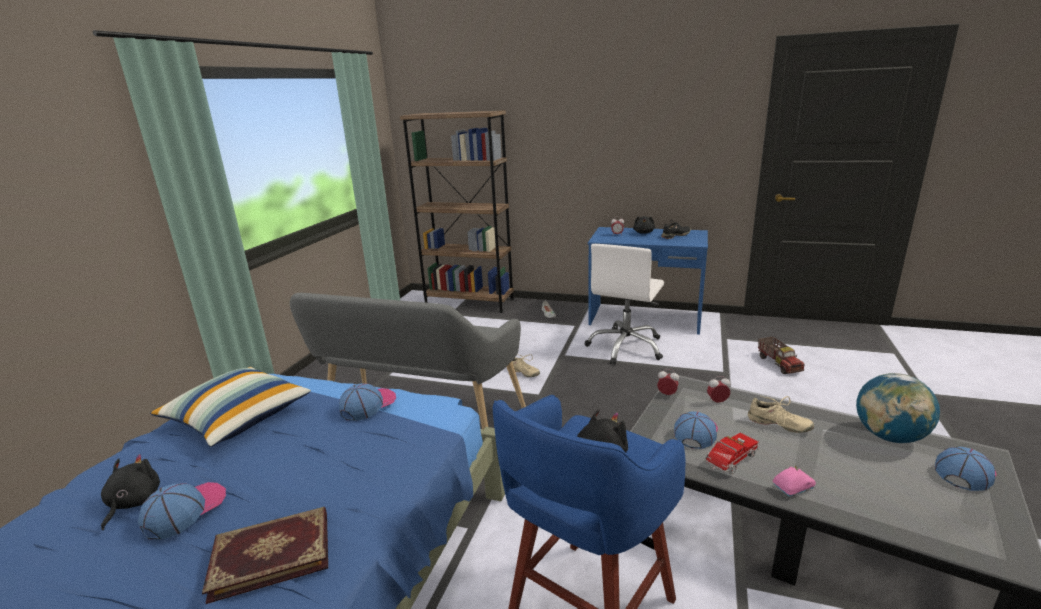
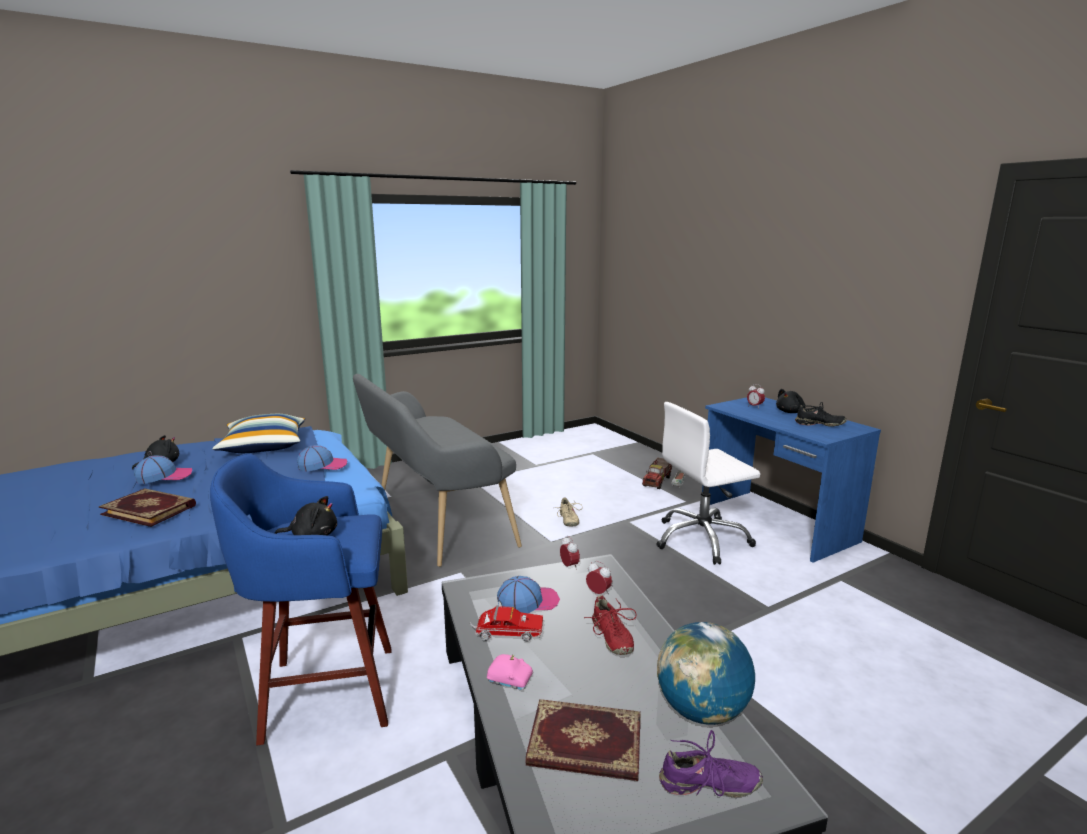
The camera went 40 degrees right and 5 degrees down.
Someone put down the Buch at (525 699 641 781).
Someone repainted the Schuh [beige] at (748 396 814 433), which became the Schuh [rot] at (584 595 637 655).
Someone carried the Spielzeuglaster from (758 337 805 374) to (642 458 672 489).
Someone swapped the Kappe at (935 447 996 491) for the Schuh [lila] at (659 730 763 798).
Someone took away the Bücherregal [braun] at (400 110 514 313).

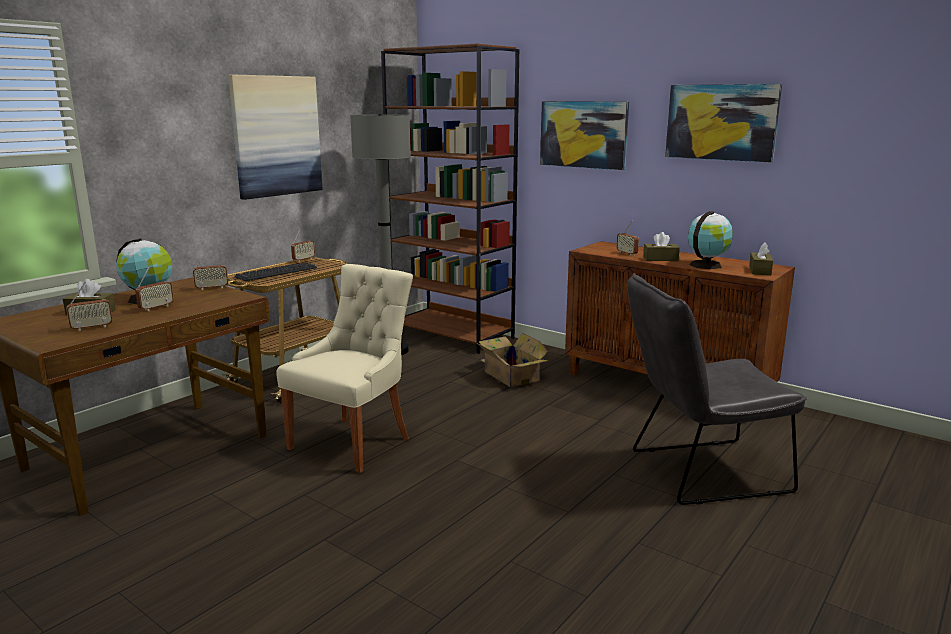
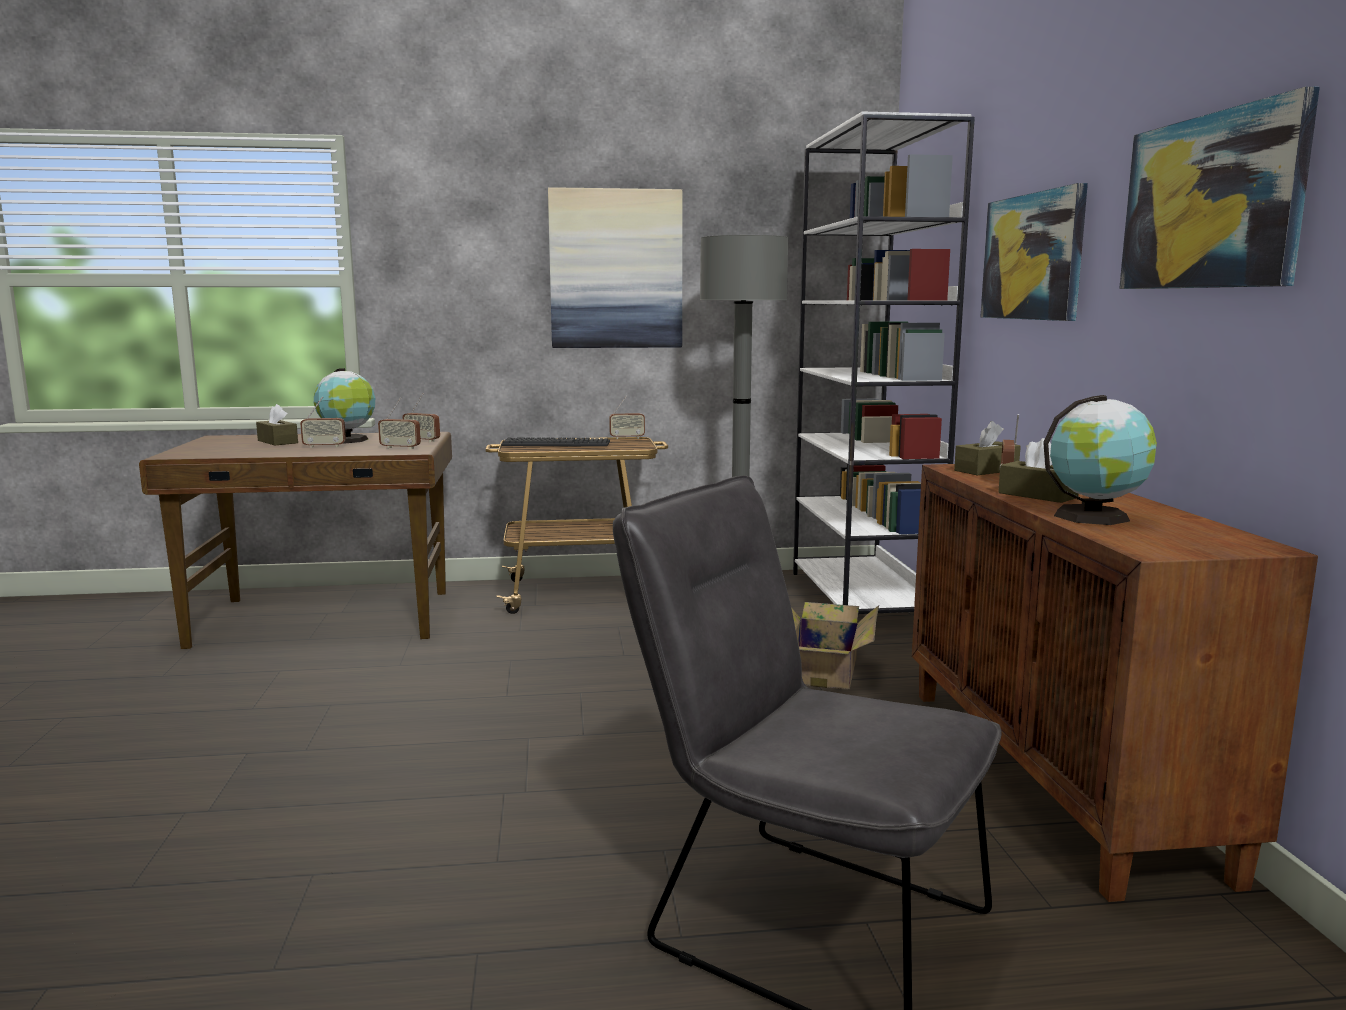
The camera went 45 degrees right and 5 degrees down.
Someone carried the Radio from (66 282 113 331) to (378 398 421 450).
Someone repainted the Bücherregal [braun] at (381 43 519 354), which became the Bücherregal [weiß] at (793 111 975 614).
Someone carried the Taschentuchbox [braun] from (749 243 773 275) to (954 421 1021 475).
Someone took away the Stuhl [beige] at (276 264 413 473).

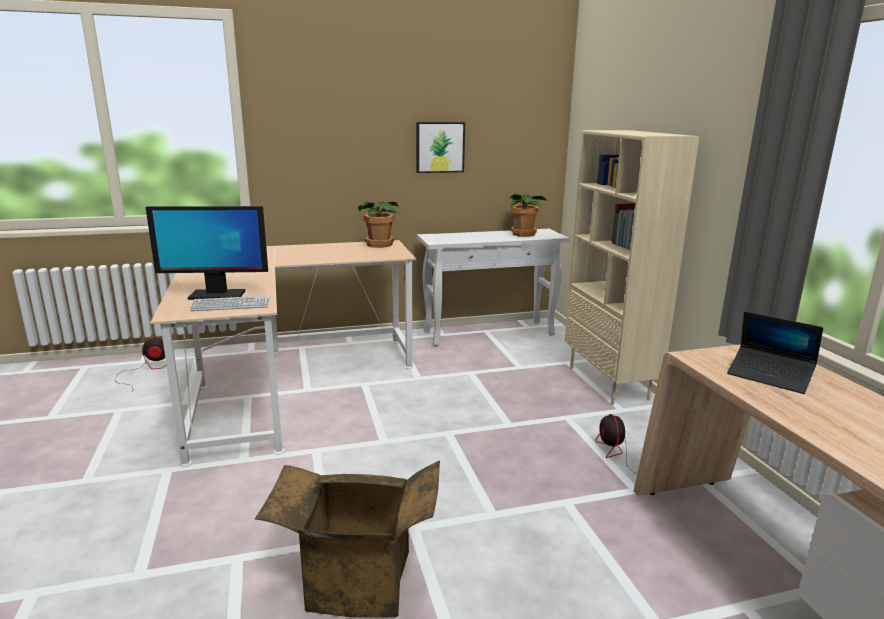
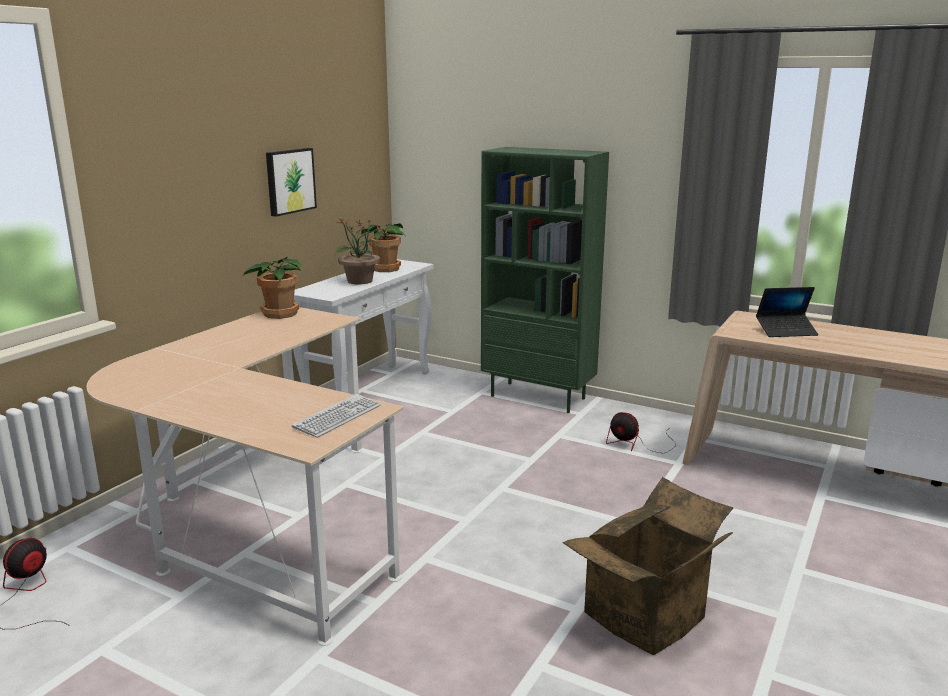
The camera went 45 degrees left and 0 degrees up.
Someone put down the Topfpflanze at (334 218 387 284).
Someone repainted the Bücherregal [beige] at (565 130 700 405), which became the Bücherregal [grün] at (481 147 609 413).
Someone took away the Monitor at (146 206 268 300).

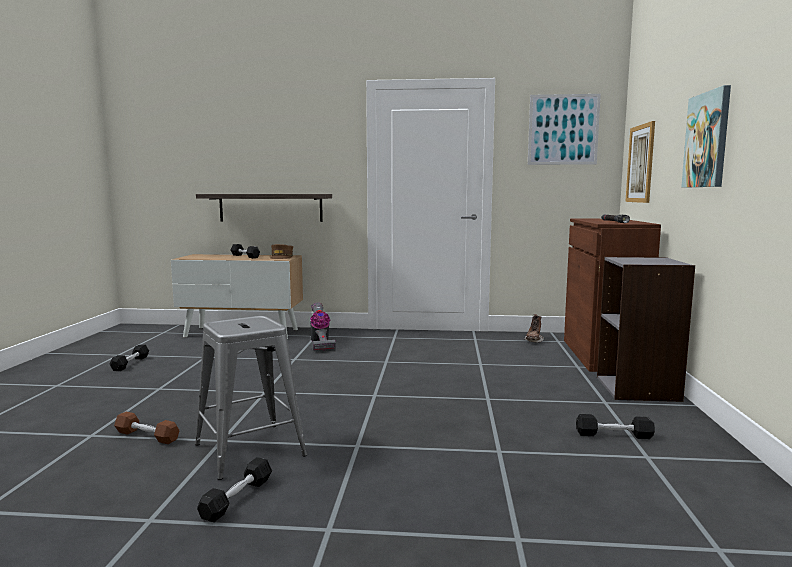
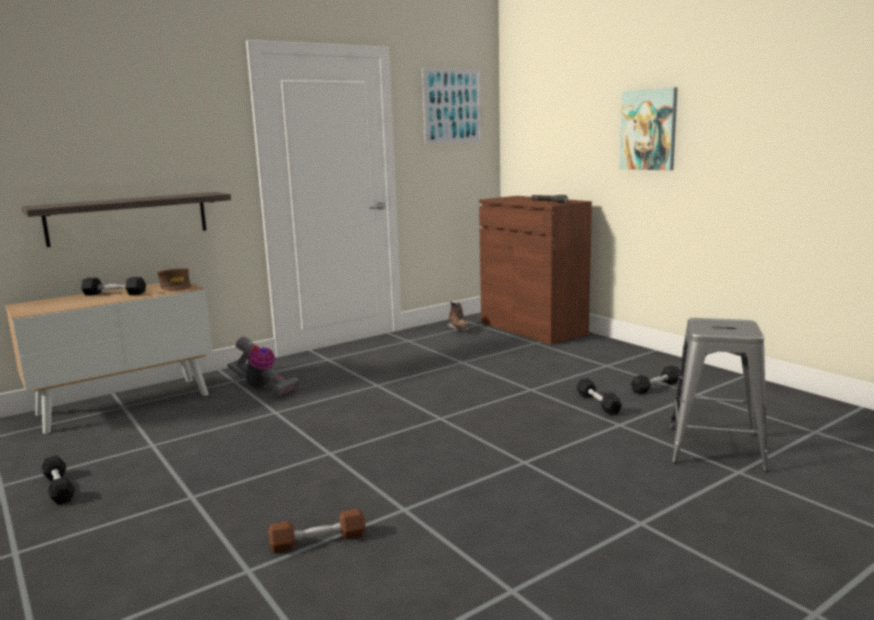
The camera went 40 degrees left and 5 degrees up.
Someone carried the Hantel [schwarz] from (197 457 272 522) to (576 378 622 415).
Someone carried the Hocker [grau] from (195 316 307 480) to (670 318 769 472).
Someone took away the Bücherregal [grau] at (597 257 695 402).
Someone took away the Bild at (625 121 655 203).

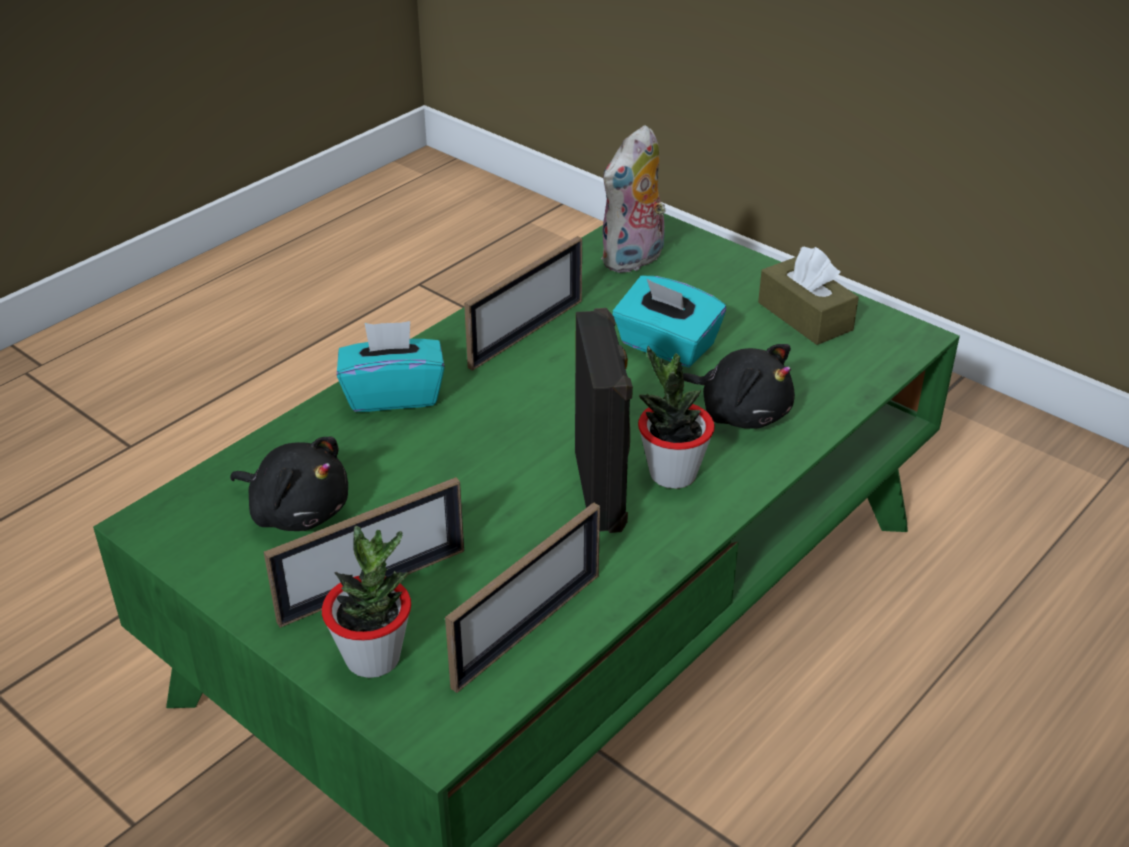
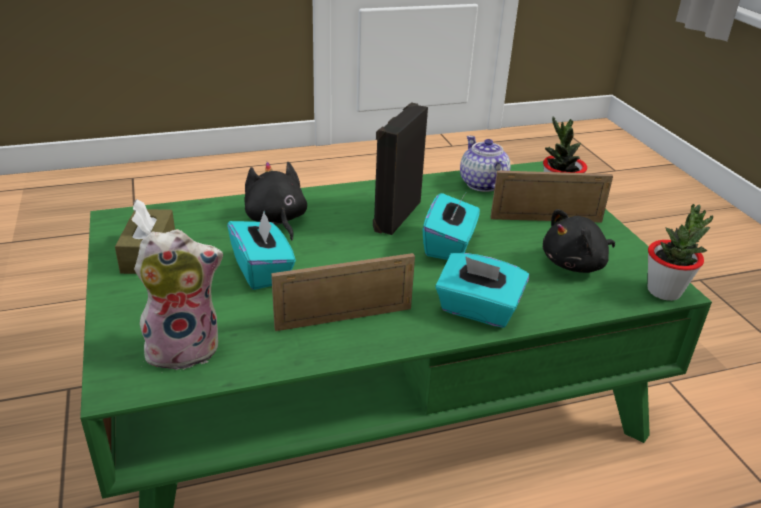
The camera went 150 degrees left and 5 degrees down.
Someone put down the Taschentuchbox [türkis] at (423 193 480 260).
Someone swapped the Bilderrahmen at (445 502 600 693) for the Teekanne at (460 136 511 192).
Someone rotated the Plüschtier [schwarz] at (230 437 348 531) by 90 degrees counterclockwise.
Someone carried the Topfpflanze from (638 346 715 489) to (648 204 713 301).

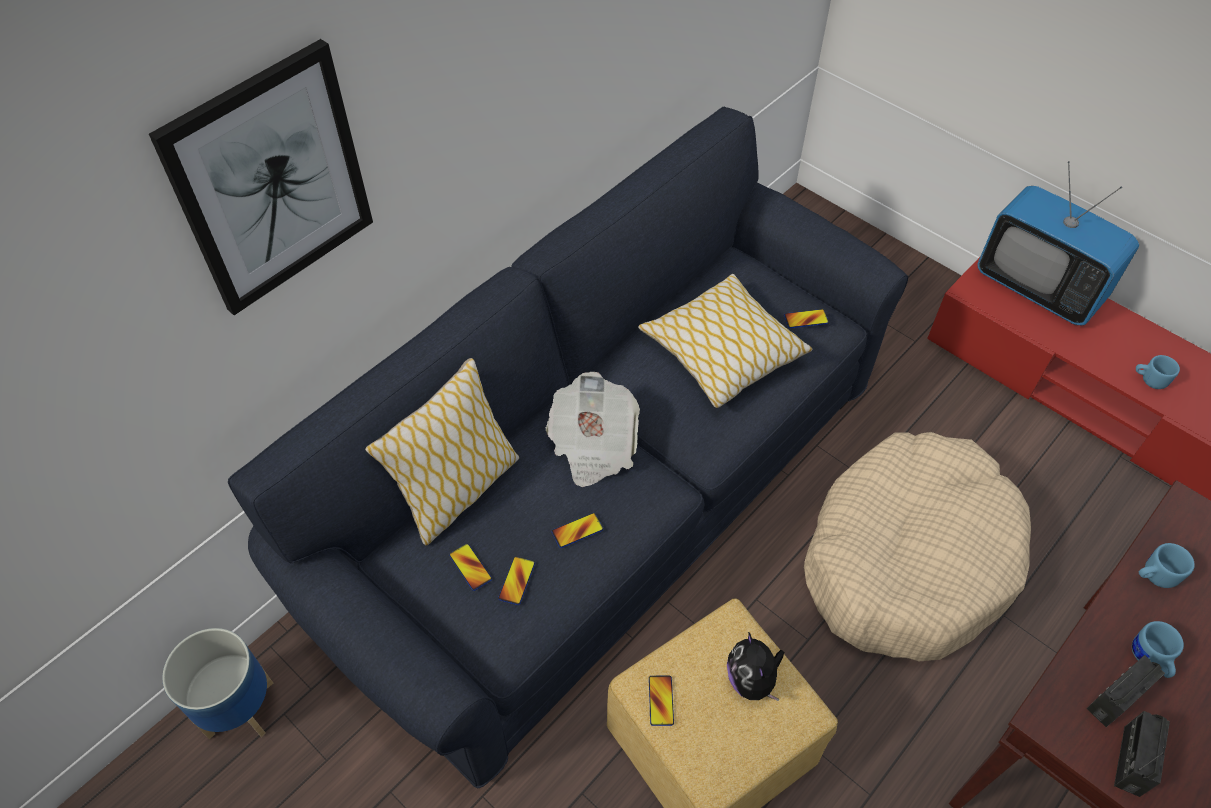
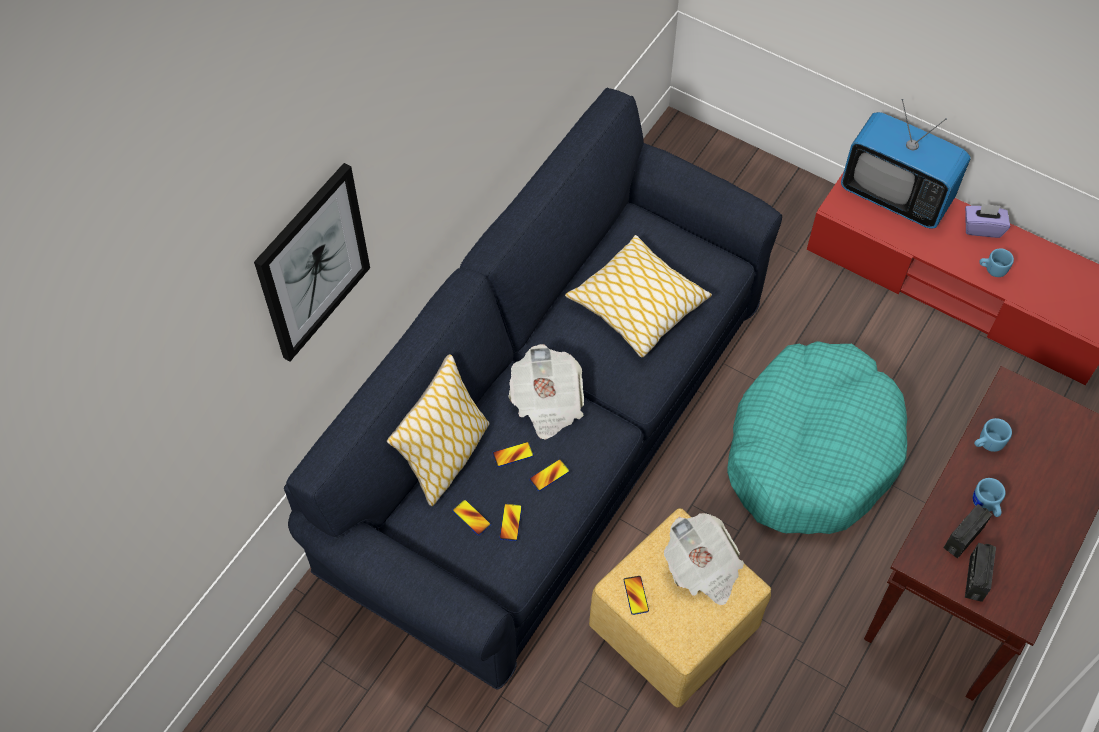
The camera went 10 degrees left and 5 degrees up.
Someone carried the Handy from (784 309 829 328) to (492 442 534 467).
Someone swapped the Plüschtier at (727 632 784 701) for the Zeitung at (664 513 744 605).
Someone repainted the Hundebett [beige] at (804 432 1031 661), which became the Hundebett [türkis] at (727 341 907 534).
Someone put down the Taschentuchbox [lila] at (965 203 1010 238).
Someone took away the Pflanzkübel at (162 628 273 739).

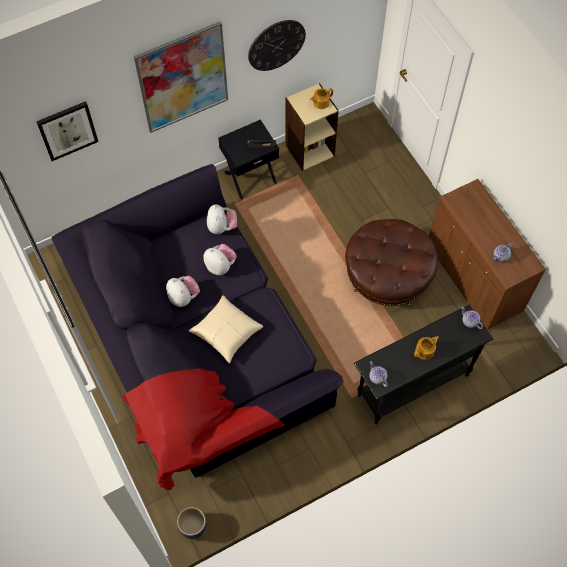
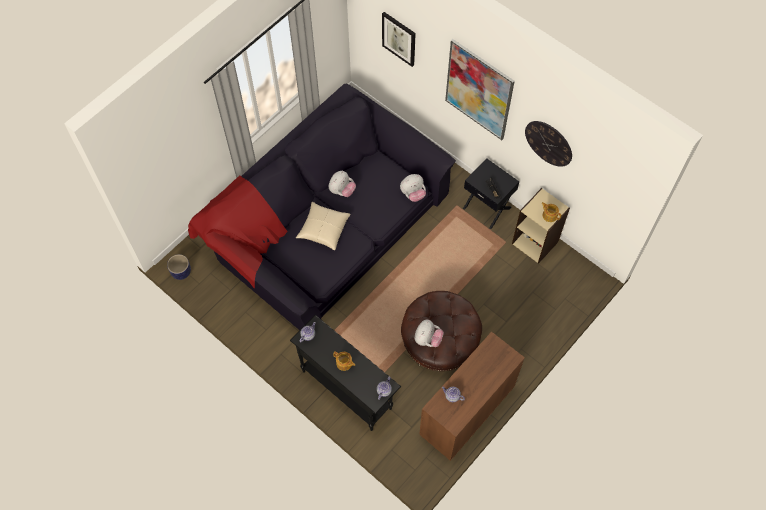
The camera went 70 degrees right and 0 degrees up.
Someone carried the Plüschtier from (204 244 237 275) to (415 320 444 347).

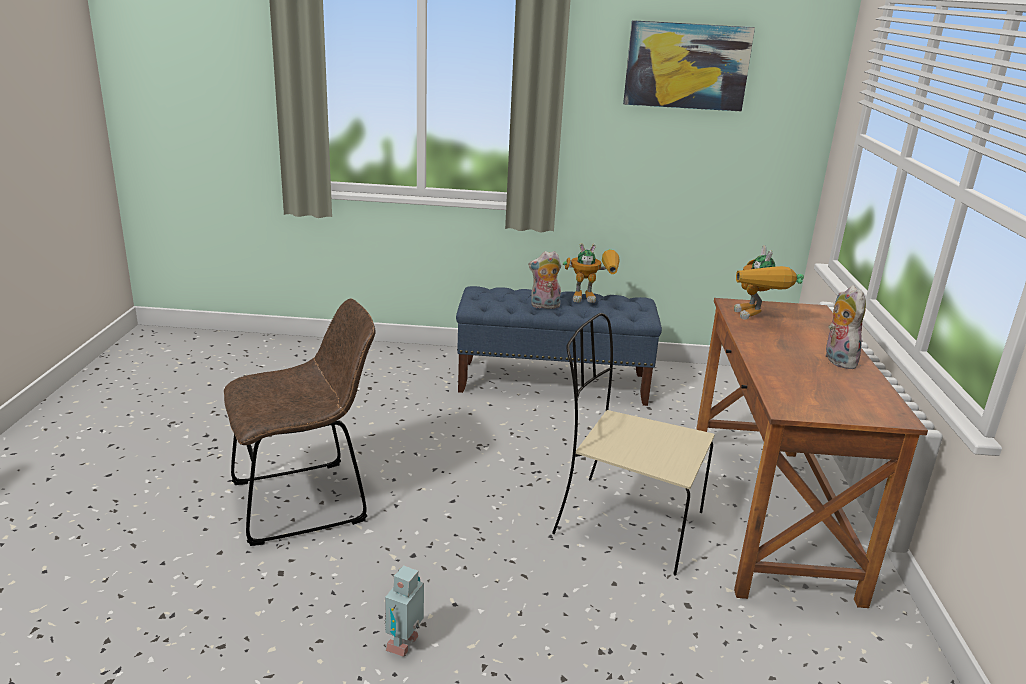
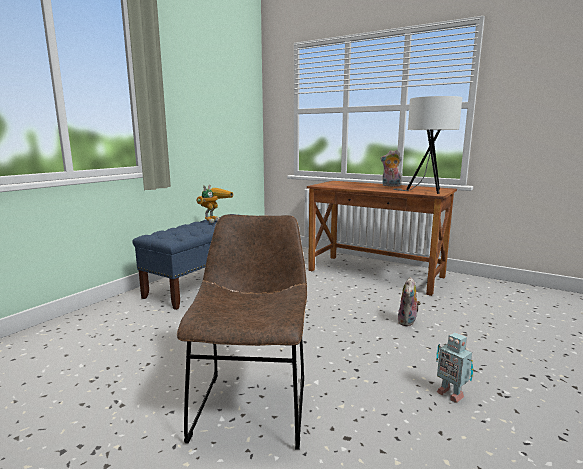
The camera went 60 degrees left and 10 degrees down.
Someone put down the Tischlampe [weiß] at (393 96 462 194).
Someone carried the Plüschtier from (528 251 561 309) to (398 277 421 327).
Someone took away the Stuhl [beige] at (552 313 715 576).
Someone took away the Bild at (623 20 755 111).
Someone took away the Spielzeugroboter at (734 245 804 319).

